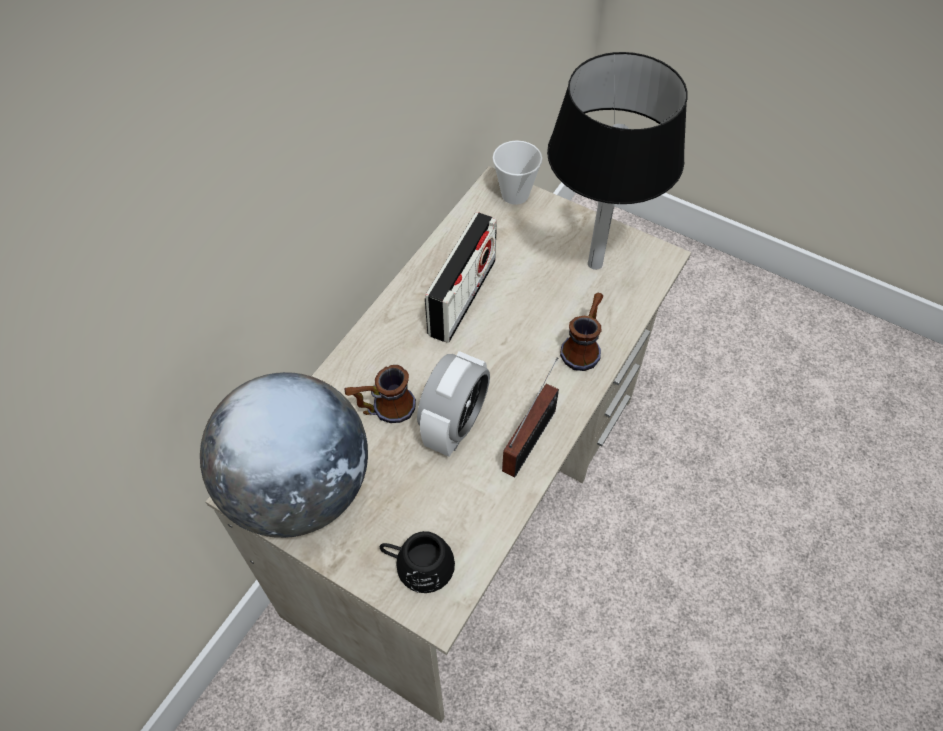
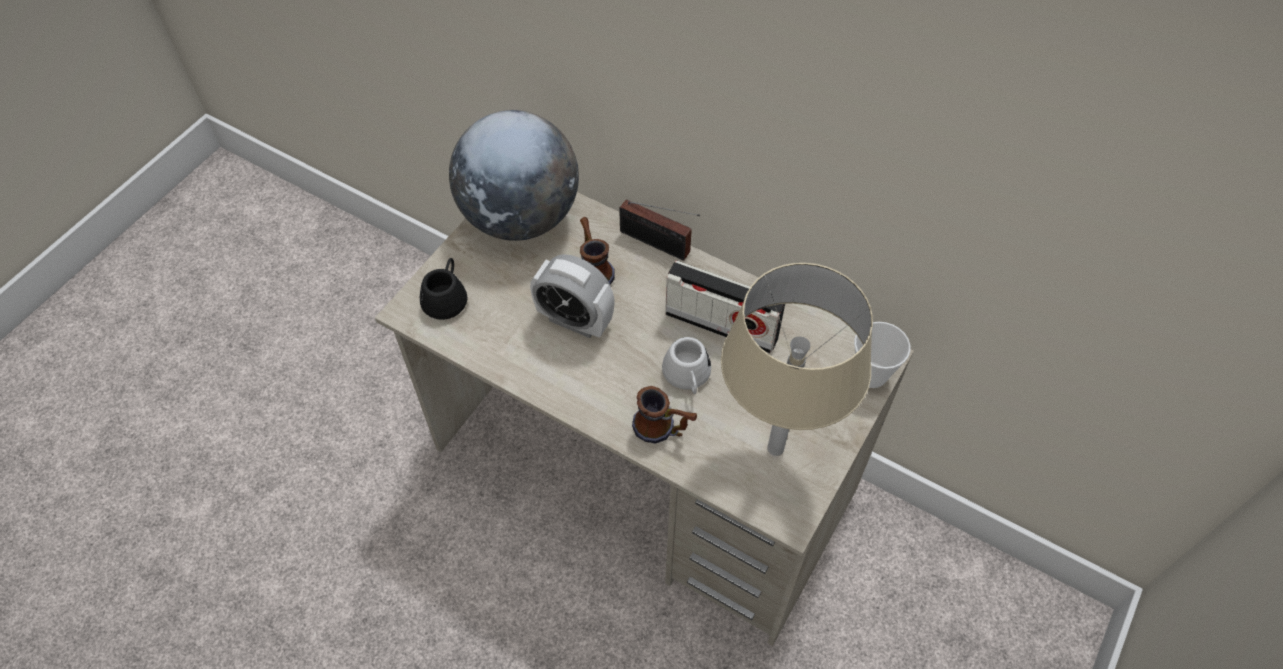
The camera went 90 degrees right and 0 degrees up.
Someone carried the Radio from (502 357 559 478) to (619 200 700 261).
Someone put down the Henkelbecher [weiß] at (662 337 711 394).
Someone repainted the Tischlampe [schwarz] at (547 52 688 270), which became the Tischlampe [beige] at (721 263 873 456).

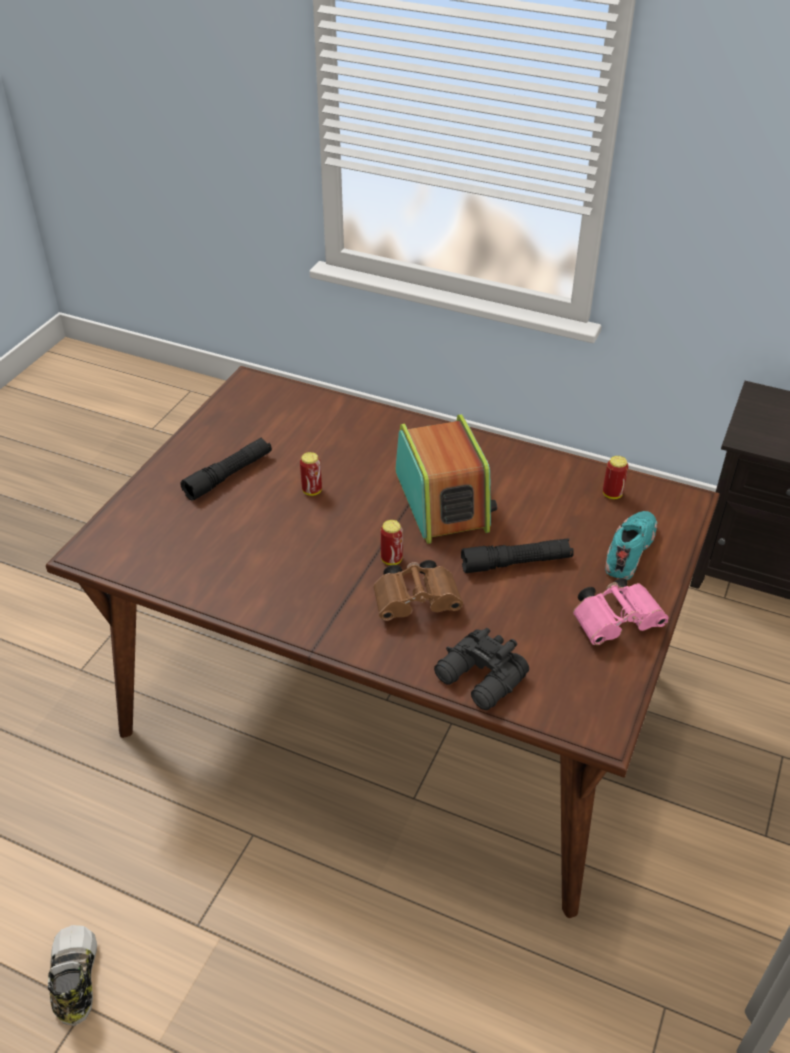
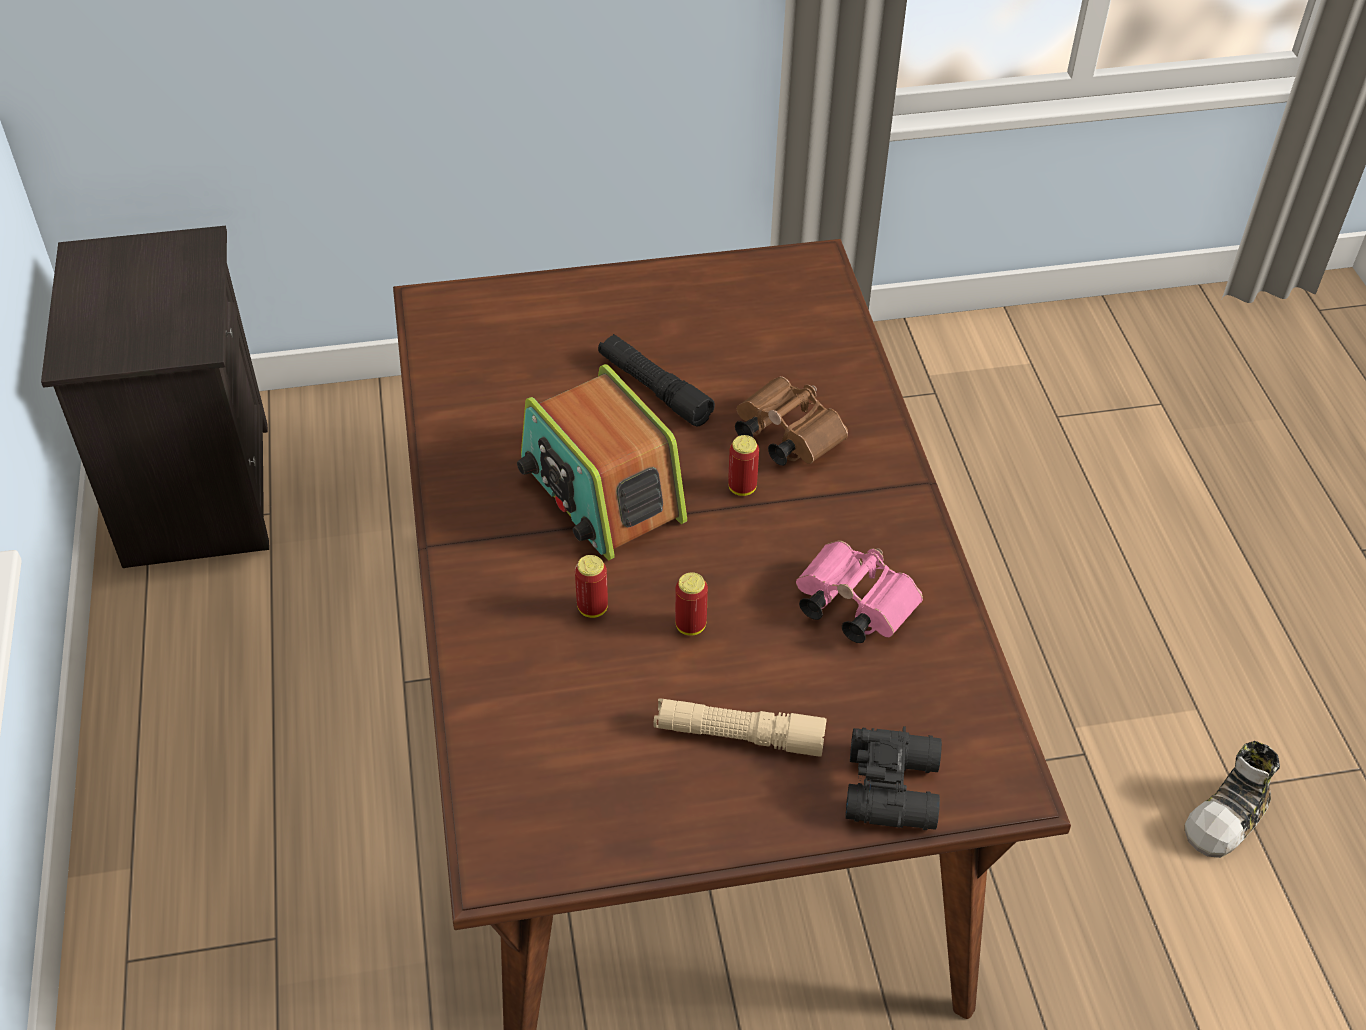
The camera went 125 degrees left and 5 degrees up.
Someone rotated the Radio at (396 414 497 544) by 75 degrees counterclockwise.
Someone carried the Dose from (603 456 628 499) to (575 555 608 618).
Someone repainted the Taschenlampe [schwarz] at (180 437 272 501), which became the Taschenlampe [beige] at (654 698 827 757).
Someone carried the Fernglas [rosa] from (573 578 668 645) to (796 540 923 643).
Someone carried the Fernglas [schwarz] from (434 628 529 710) to (845 726 942 830).
Someone took away the Schuh [türkis] at (605 511 657 580).

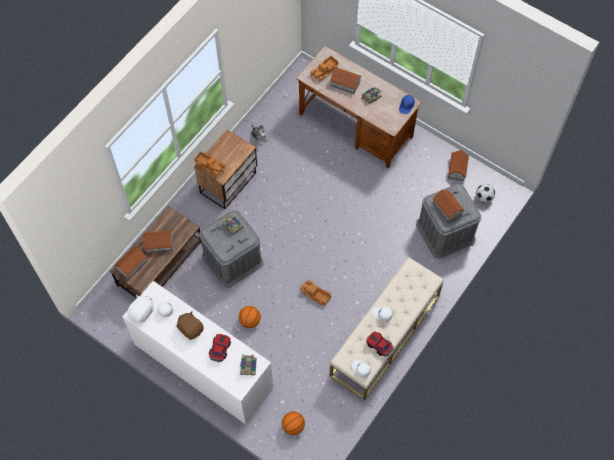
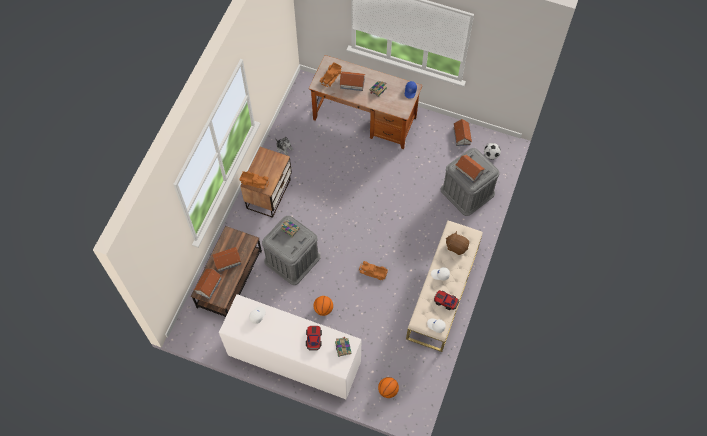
The camera went 15 degrees left and 0 degrees up.
Someone carried the Plüschtier [braun] from (176 311 204 340) to (446 231 469 255).
Someone took away the Plüschtier [weiß] at (127 295 154 322).

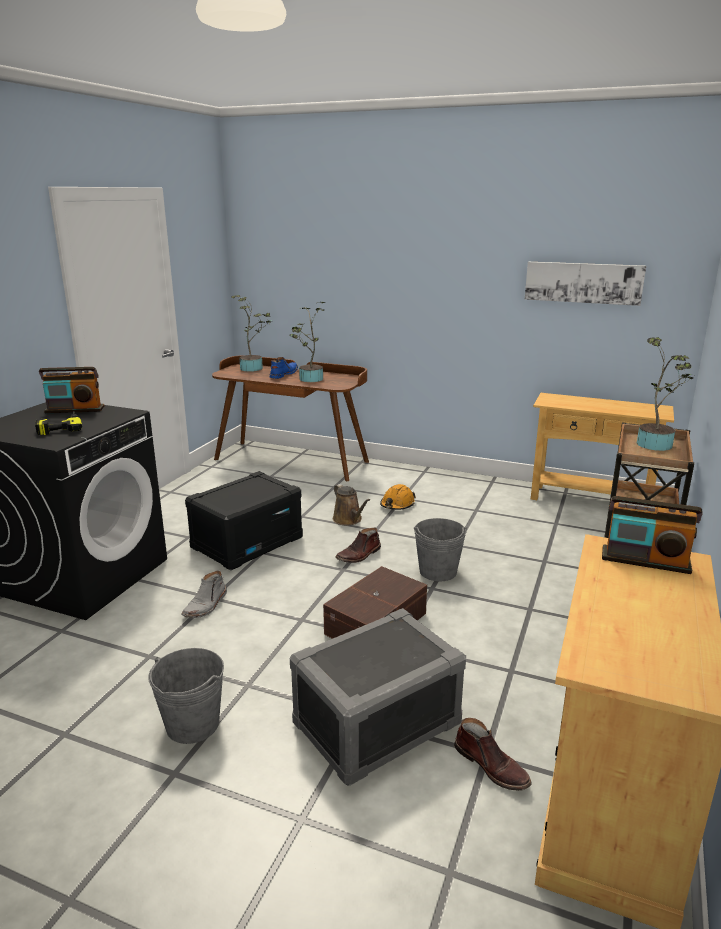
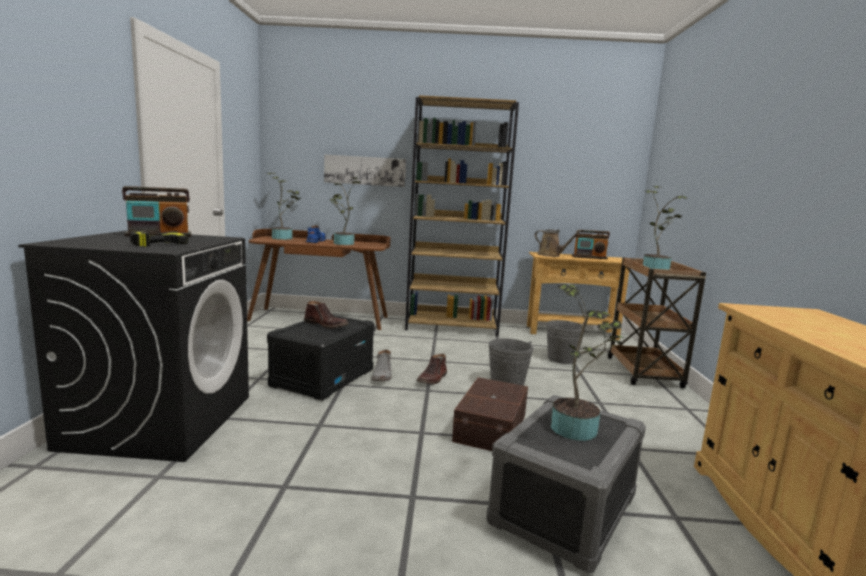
The camera went 20 degrees left and 10 degrees down.
Someone carried the Stiefel [braun] from (454 718 532 791) to (304 301 349 329).
Someone carried the Bild from (525 262 646 306) to (324 154 406 187).
Someone carried the Stiefel [grau] from (181 570 227 618) to (371 350 392 381).
Someone put down the Bücherregal [braun] at (405 95 519 336).
Someone carried the Gießkanne [braun] from (333 484 370 526) to (535 229 583 257).
Someone carried the Eimer [grau] from (148 648 224 744) to (546 320 586 364).
Someone put down the Topfpflanze at (551 284 625 441).
Someone carried the Radio from (602 496 702 574) to (572 230 610 259).
Someone took away the Schutzhelm [orange] at (380 484 416 510).

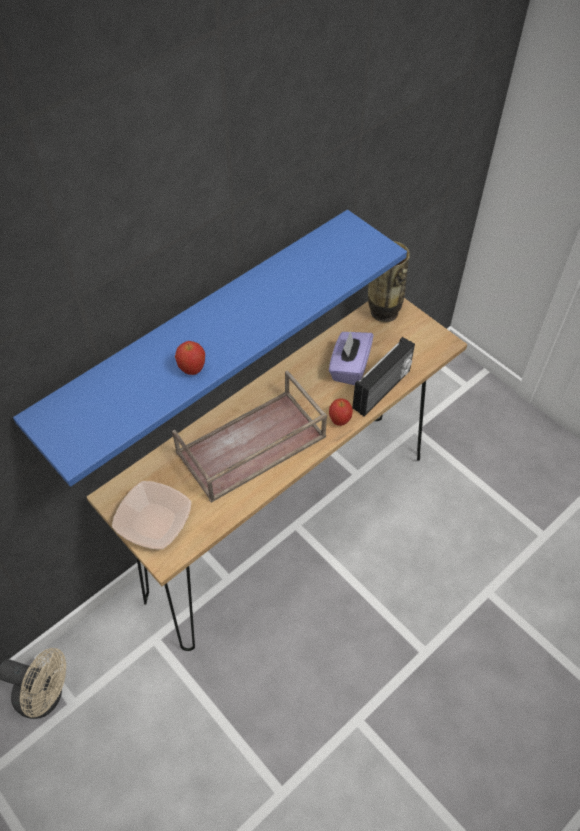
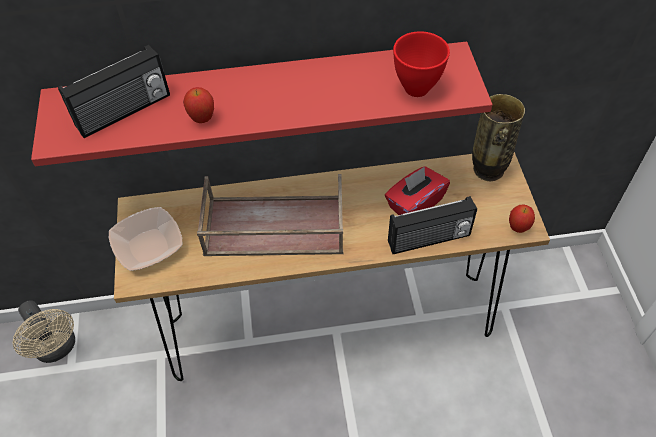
The camera went 35 degrees right and 0 degrees up.
Someone repainted the Wandregal [blau] at (13 210 407 487), which became the Wandregal [rot] at (31 41 492 166).
Someone put down the Radio at (58 45 170 138).
Someone repainted the Taschentuchbox [lila] at (329 331 374 385), which became the Taschentuchbox [rot] at (385 166 450 215).
Someone put down the Schüssel [rot] at (393 31 450 97).
Someone carried the Apfel from (329 398 353 426) to (509 204 535 233).

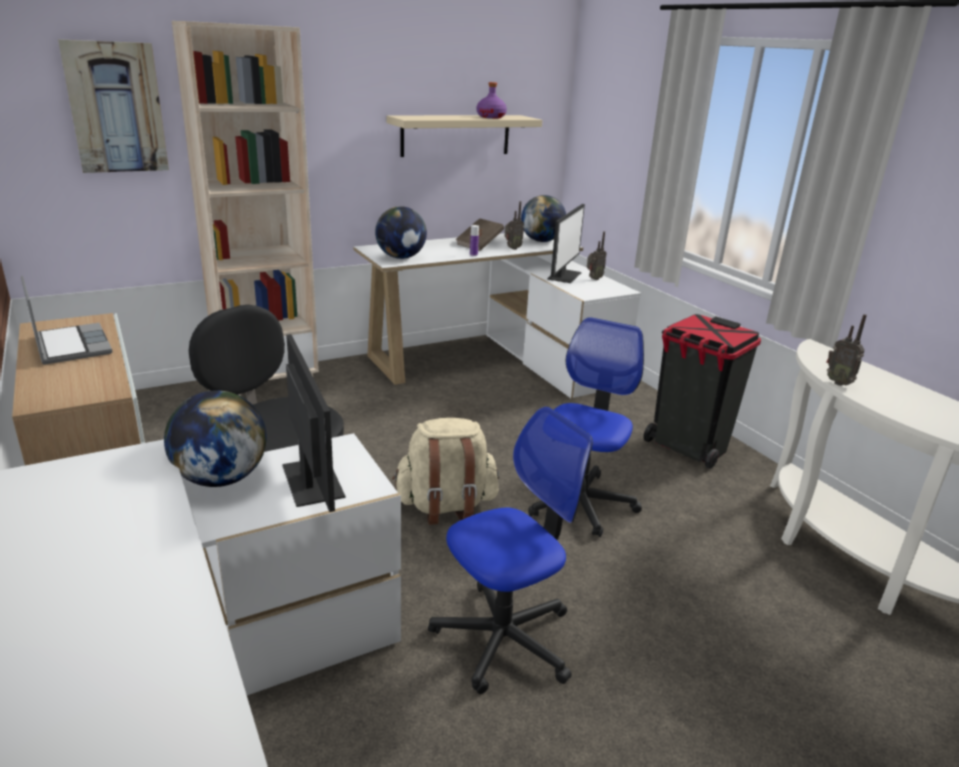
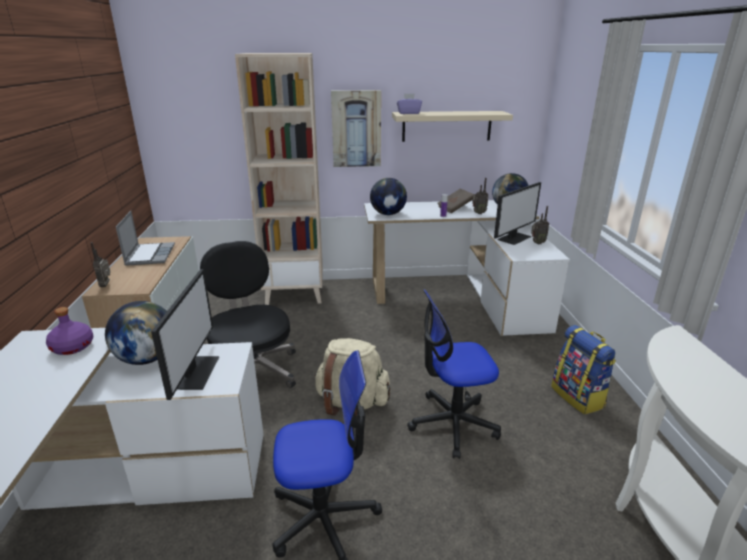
The camera went 25 degrees right and 0 degrees up.
Someone carried the Flasche [lila] from (477 82 507 118) to (46 307 93 355).
Someone carried the Radio from (826 314 867 386) to (90 242 111 287).
Someone carried the Bild from (58 39 169 173) to (331 90 381 167).
Someone put down the Taschentuchbox [lila] at (397 94 422 114).
Someone rotated the Bürostuhl at (528 317 644 537) by 150 degrees counterclockwise.
Someone swapped the Mülleimer [schwarz] at (643 314 761 469) for the Rucksack at (551 325 616 415).

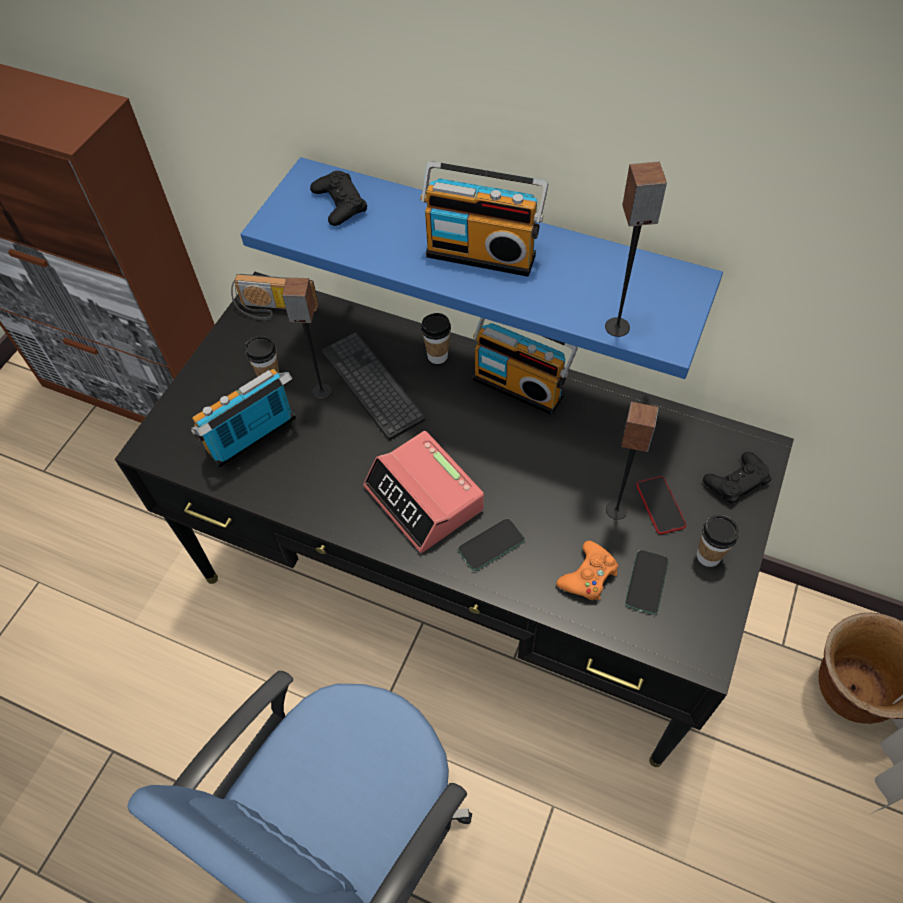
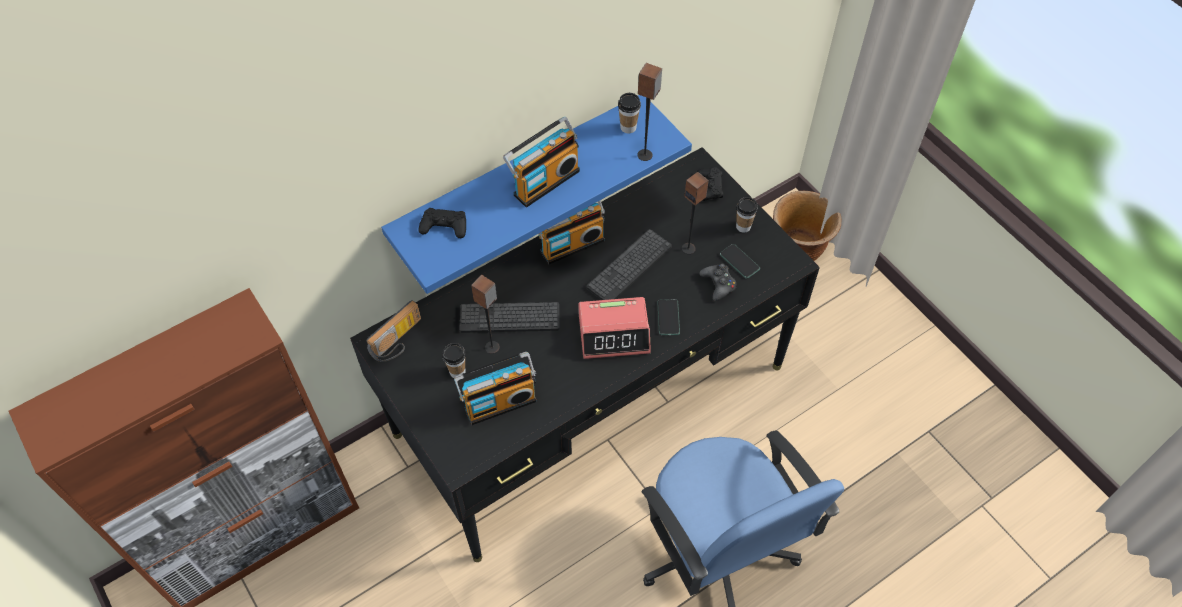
The camera went 60 degrees left and 0 degrees up.
Someone rotated the Radio at (191 369 296 468) by 105 degrees counterclockwise.
Someone put down the Tastatur at (587 229 672 300).
Someone carried the Tasse from (421 313 451 364) to (618 93 641 134).
Someone repainted the Gamepad [orange] at (556 541 618 601), which became the Gamepad [schwarz] at (699 264 737 301).
Someone took away the Handy at (636 476 686 534).

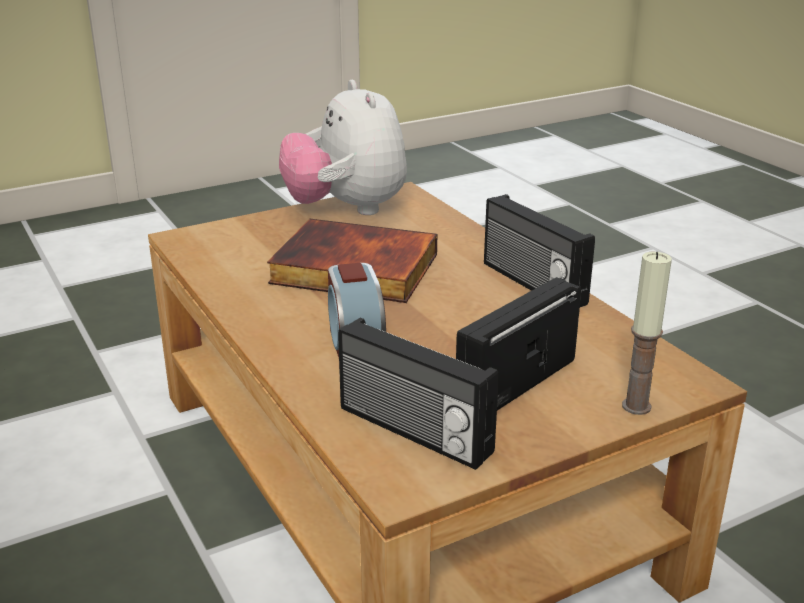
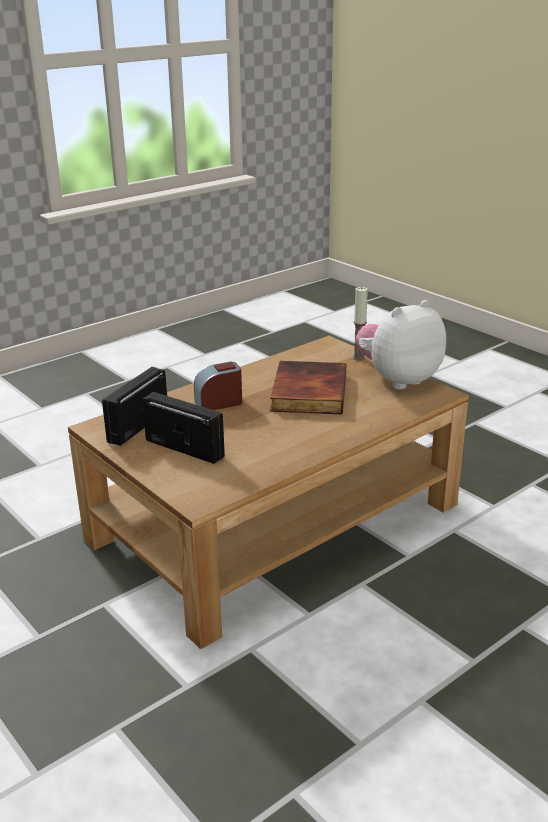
The camera went 80 degrees right and 0 degrees up.
Someone carried the Kerze from (622 252 672 415) to (353 287 368 361).
Someone took away the Radio at (484 194 595 307).

